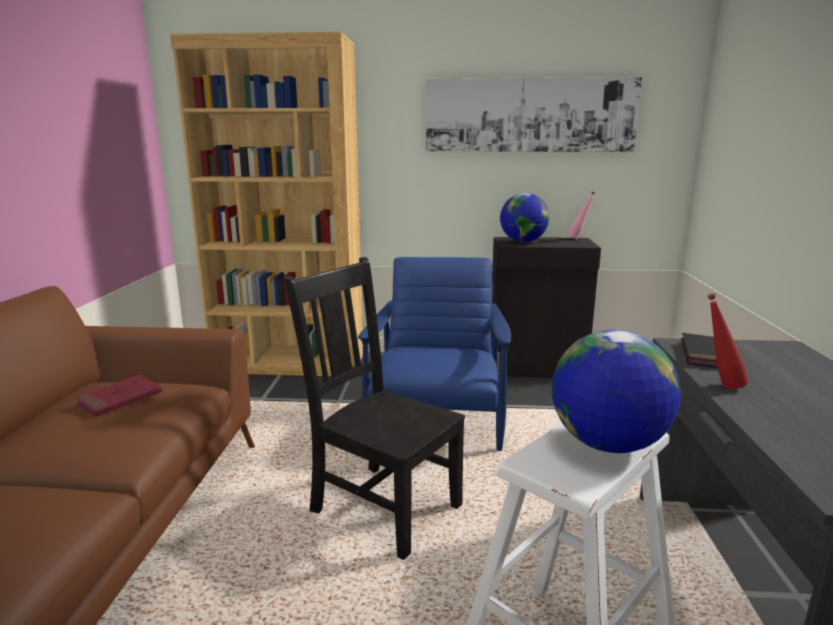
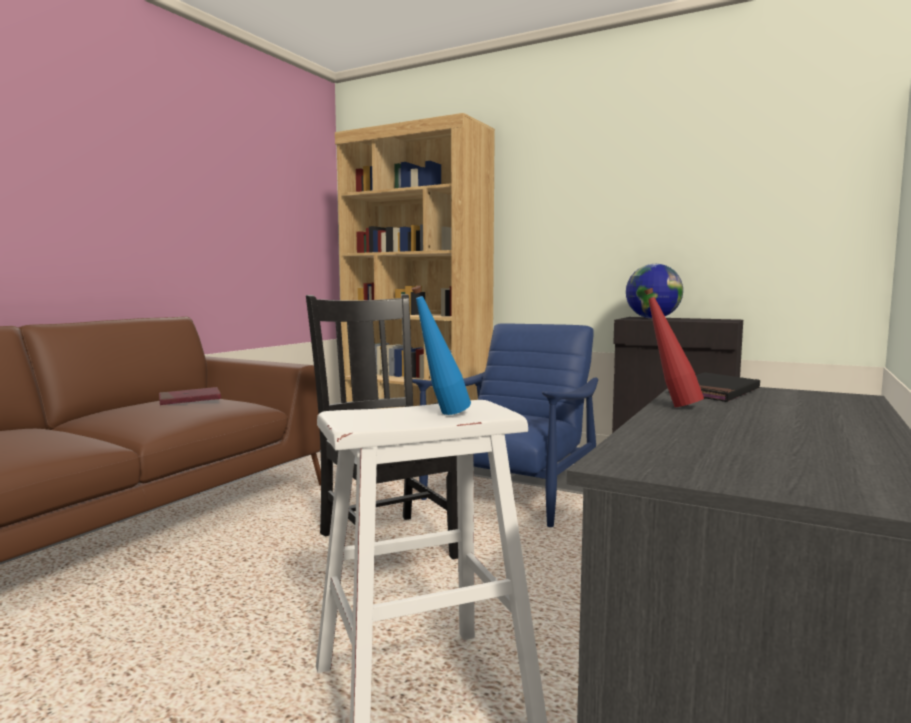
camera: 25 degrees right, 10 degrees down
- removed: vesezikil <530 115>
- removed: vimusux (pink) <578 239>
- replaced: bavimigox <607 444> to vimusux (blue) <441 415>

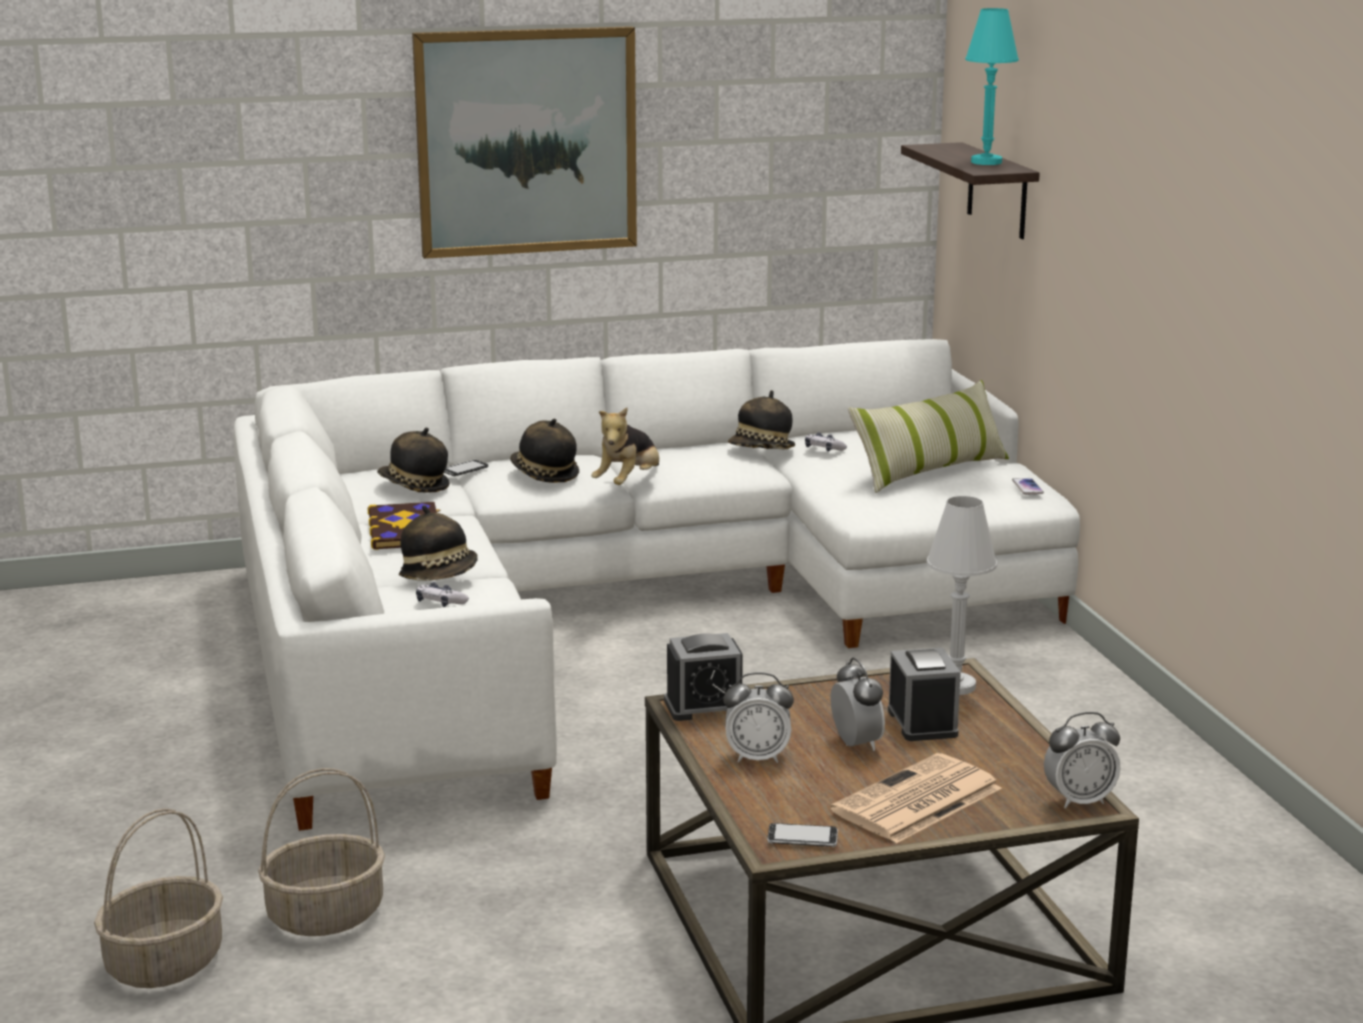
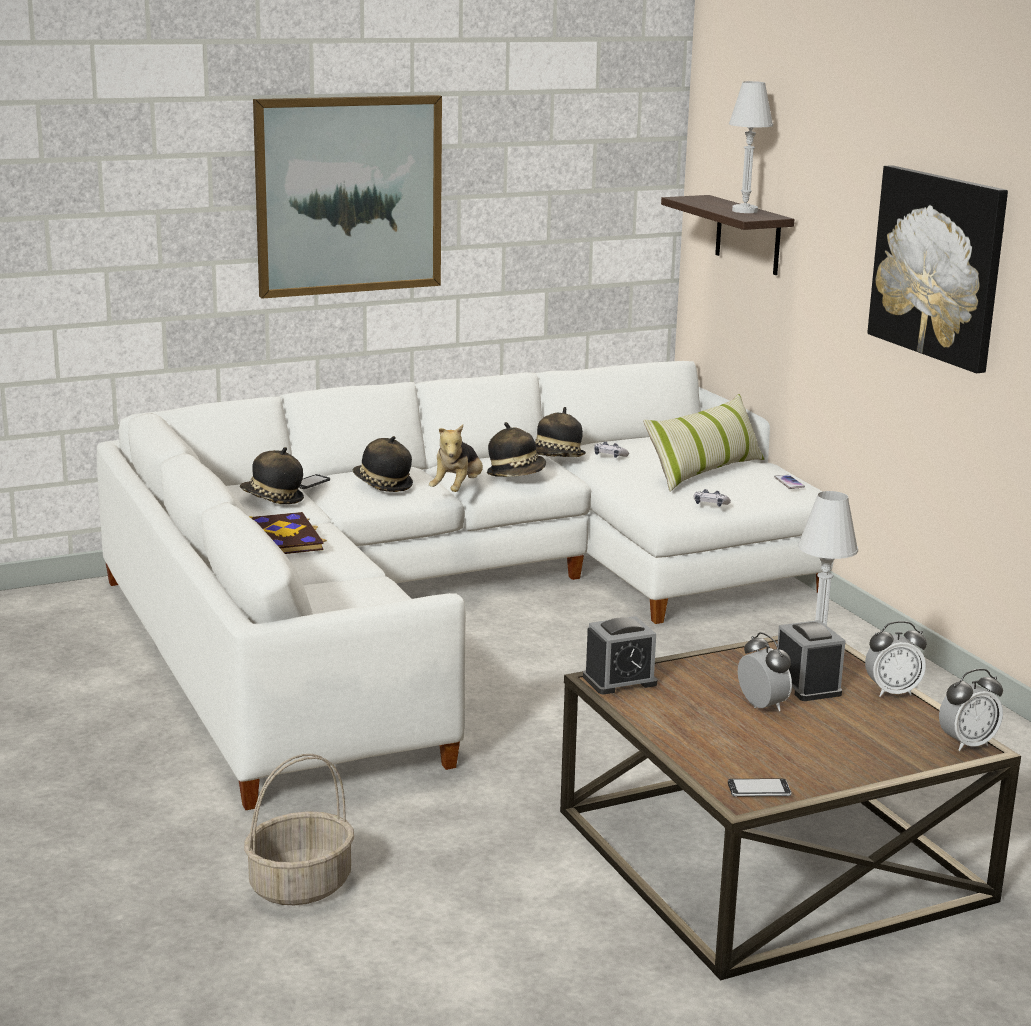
camera: 10 degrees left, 0 degrees up
- recoloured: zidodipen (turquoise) <986 162> to zidodipen (white) <744 211>
- moved: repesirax <440 576> to <516 474>
- moved: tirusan <440 603> to <710 504>
- moved: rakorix <757 757> to <892 692>
- removed: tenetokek <916 801>
- removed: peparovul <165 963>
- added: vesezikil <938 266>

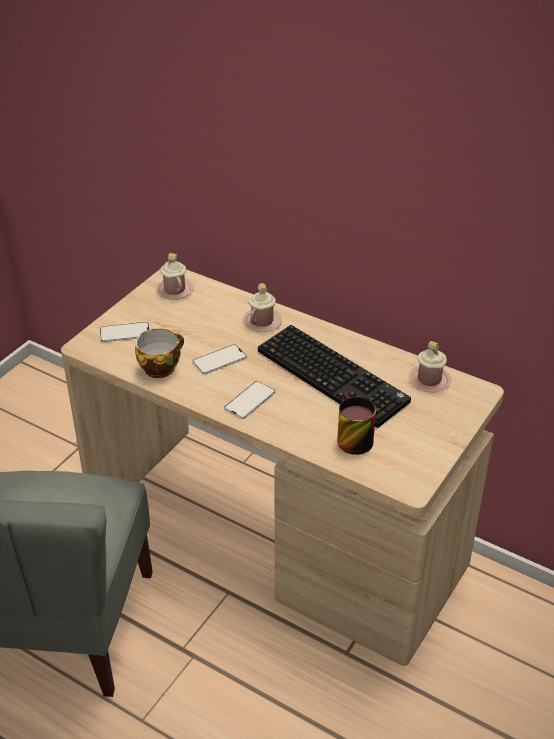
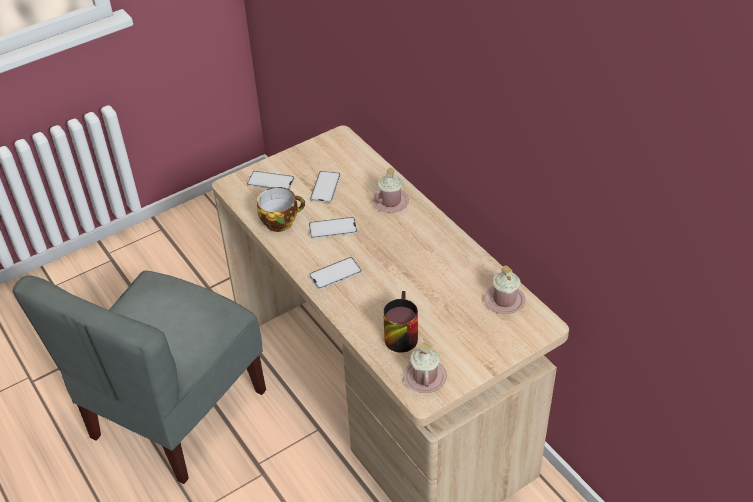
camera: 25 degrees right, 5 degrees up
- moved: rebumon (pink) <174 290> to <424 377>
- removed: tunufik <335 376>
- added: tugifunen <325 187>

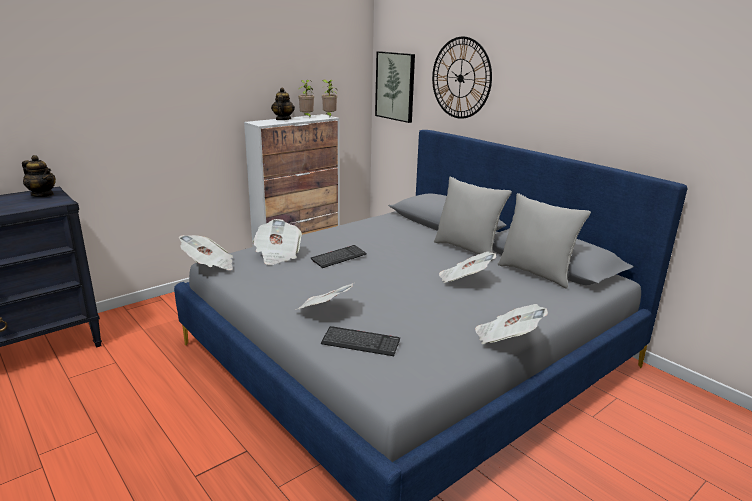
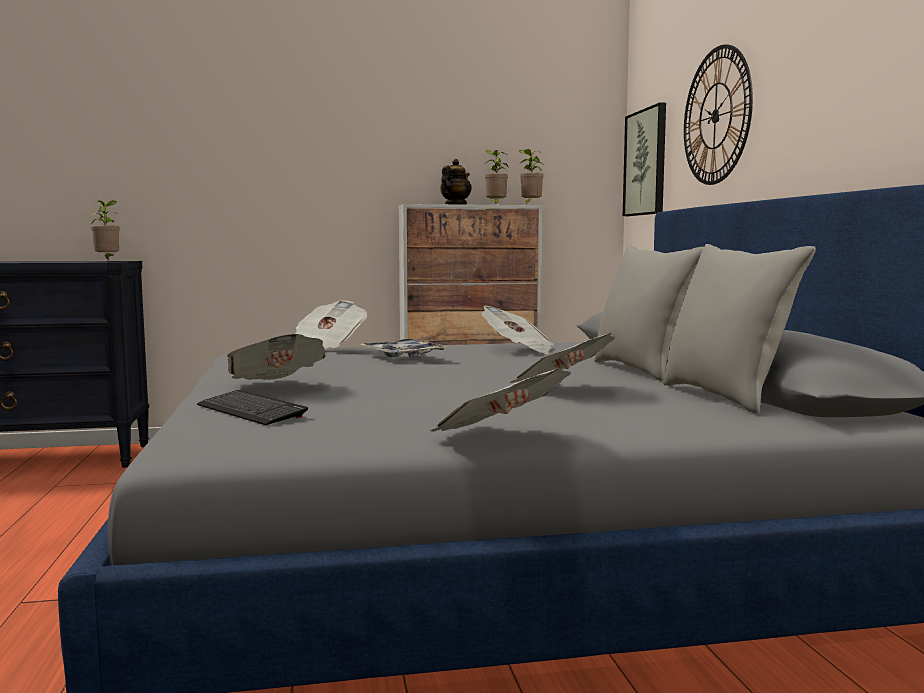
camera: 30 degrees right, 15 degrees down
- replaced: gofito <42 195> to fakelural <107 260>
- moved: tenetokek <209 265> to <518 350>
- replaced: tunufik <339 257> to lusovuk <403 355>

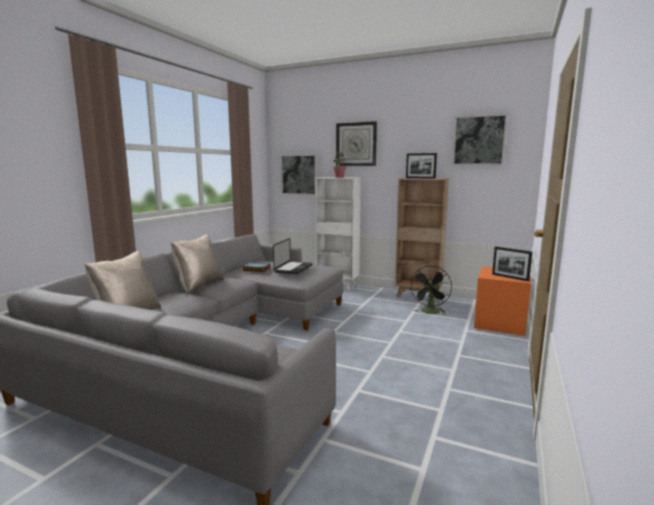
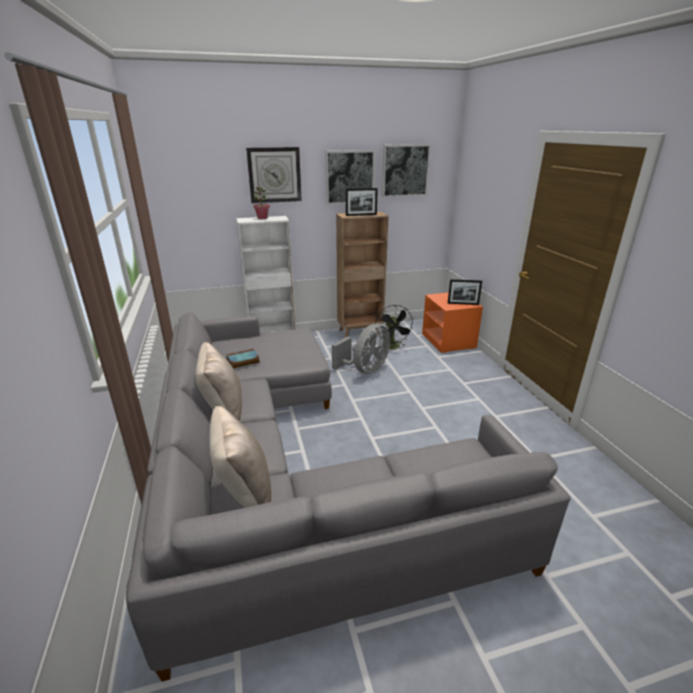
camera: 40 degrees left, 15 degrees up
- moved: vesezikil <299 174> to <349 177>
- removed: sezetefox <293 268>
- added: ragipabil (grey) <365 370>

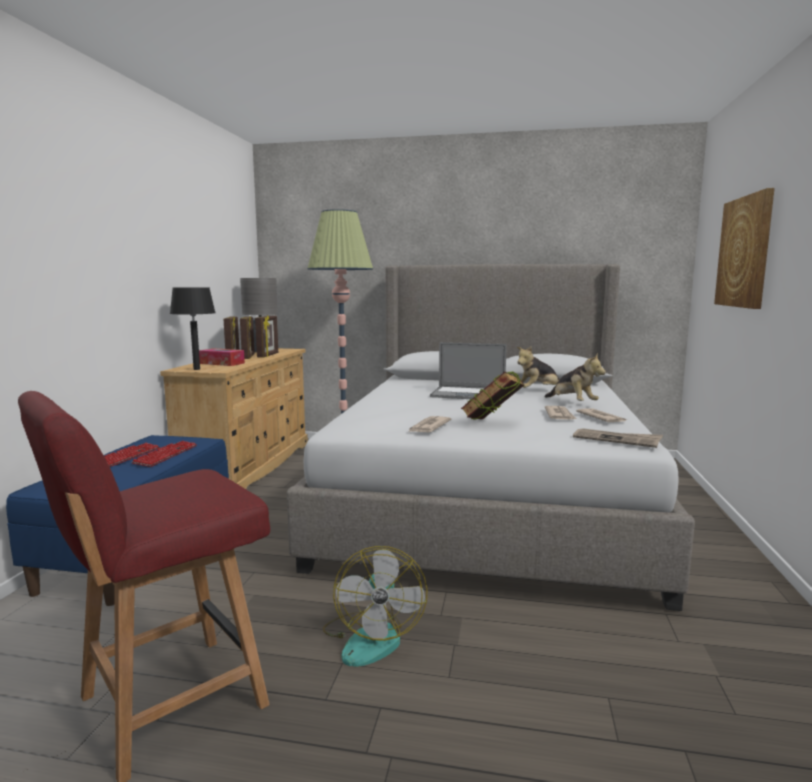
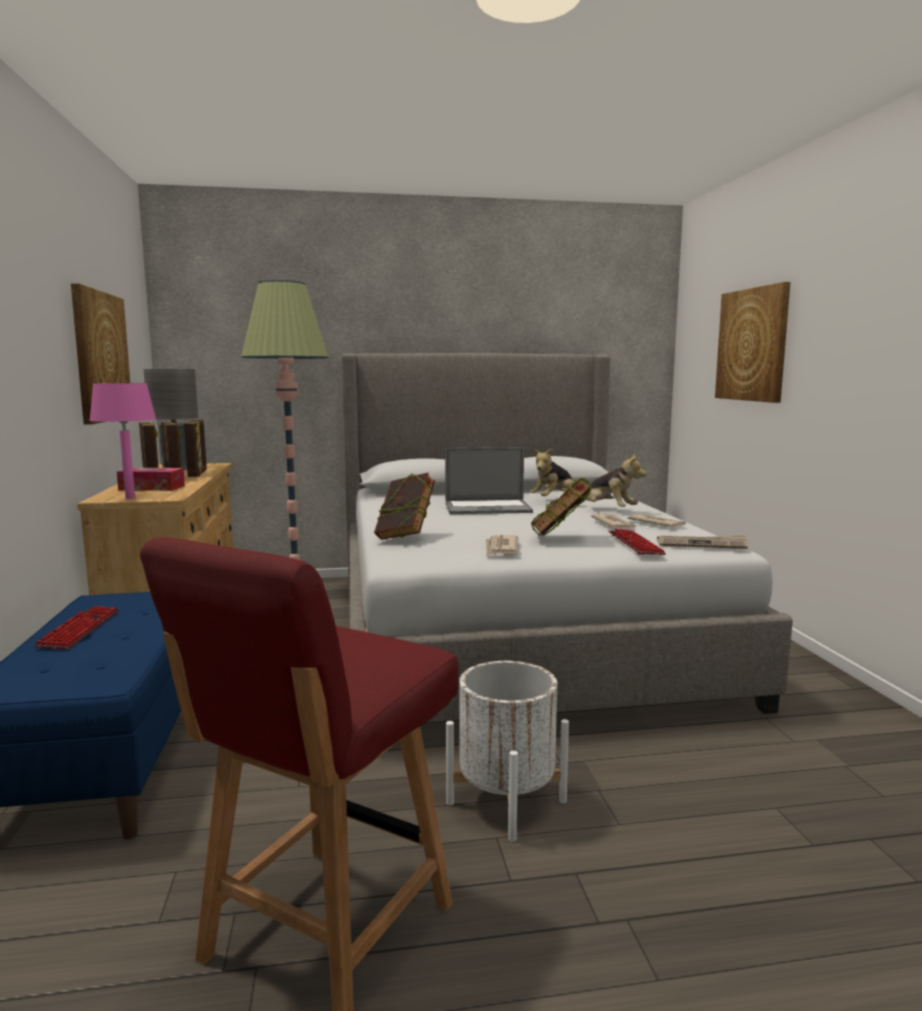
camera: 20 degrees left, 0 degrees up
- recoloured: zidodipen (black) <197 369> to zidodipen (pink) <131 498>
- moved: tunufik <166 455> to <635 544>
- replaced: ragipabil <372 637> to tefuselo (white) <506 802>
- added: vesezikil <100 357>
- added: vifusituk <405 537>

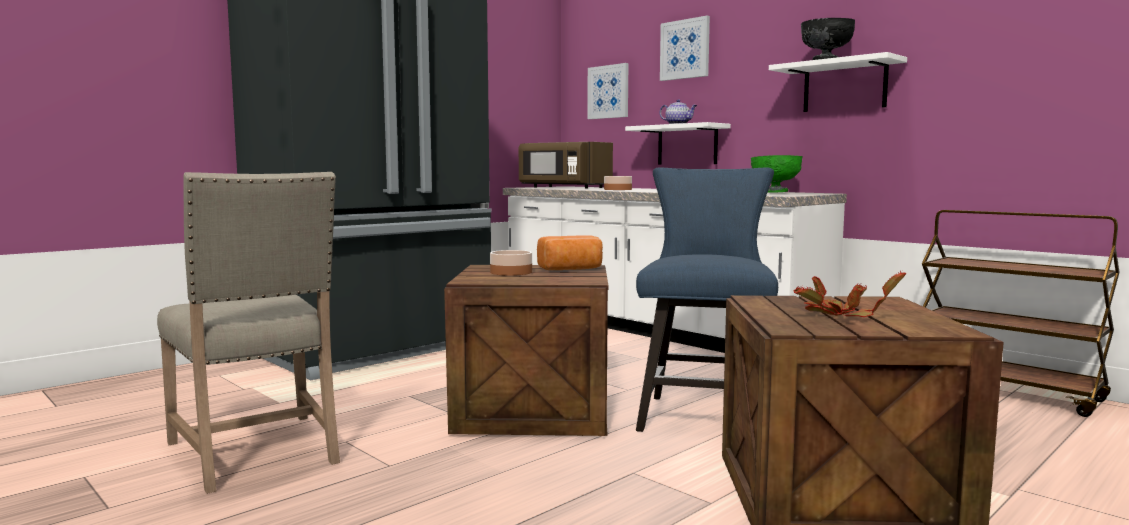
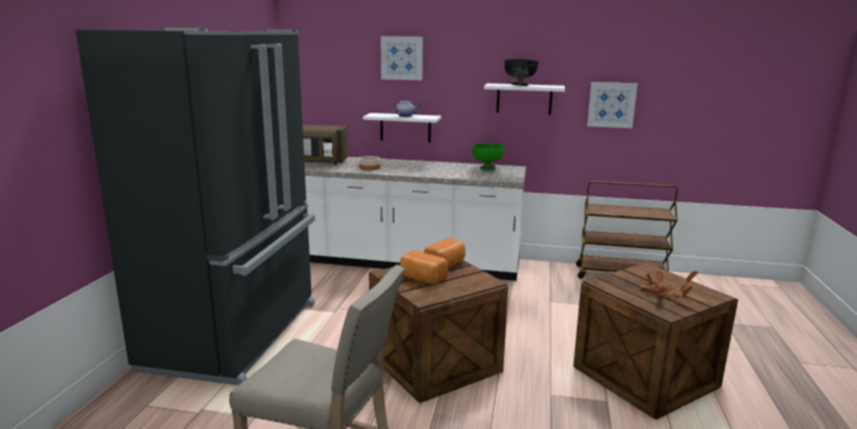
camera: 35 degrees left, 10 degrees up
- moved: vesezikil <608 92> to <611 105>
- removed: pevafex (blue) <704 413>
- replaced: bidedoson <511 272> to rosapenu <421 279>

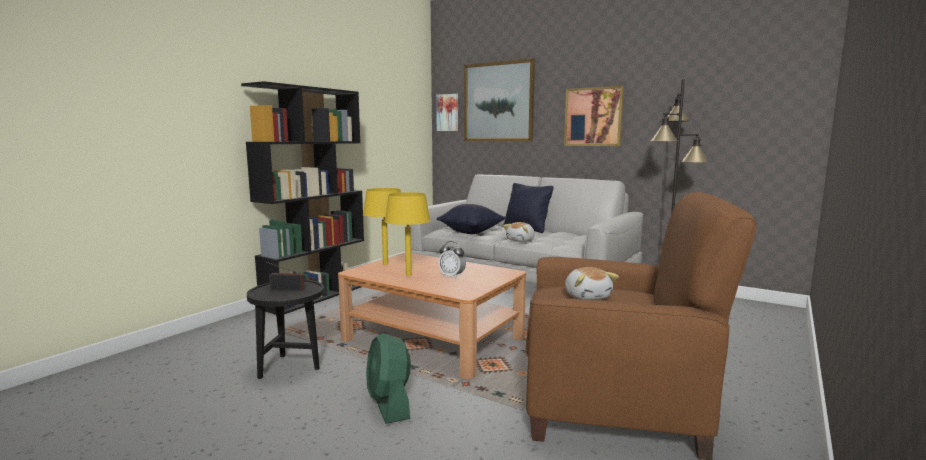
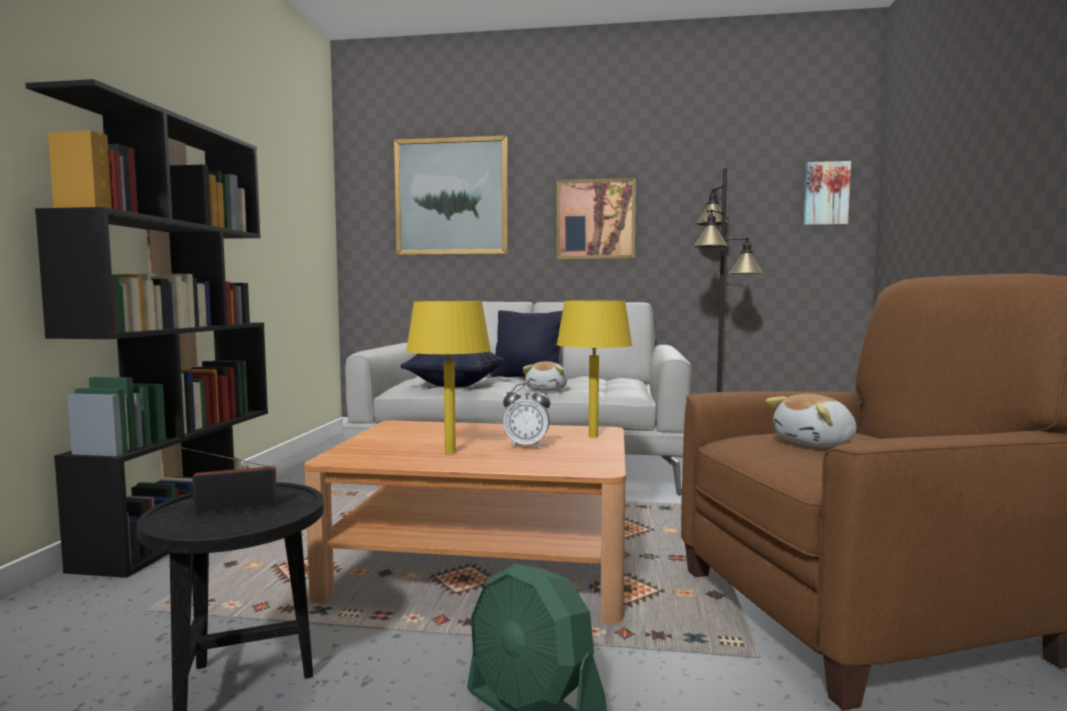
camera: 25 degrees left, 5 degrees down
- moved: vesezikil <448 112> to <826 194>
- moved: zidodipen (yellow) <385 264> to <593 436>
- turned: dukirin <587 296> = <816 443> 105 degrees clockwise

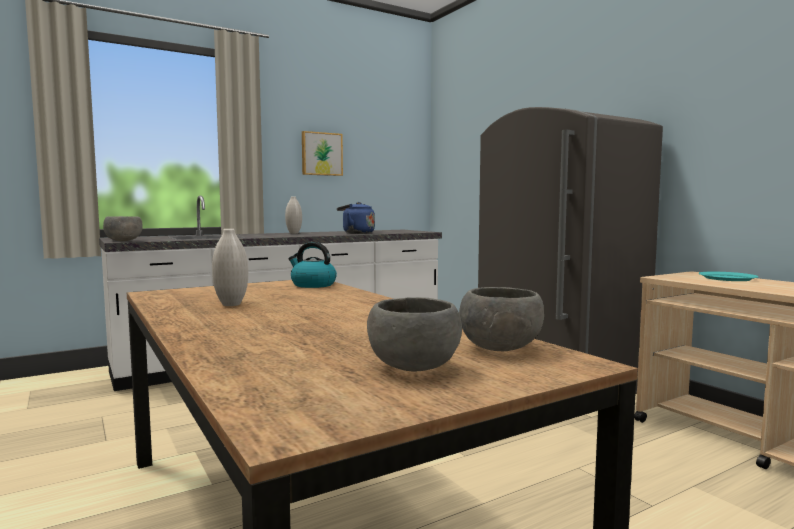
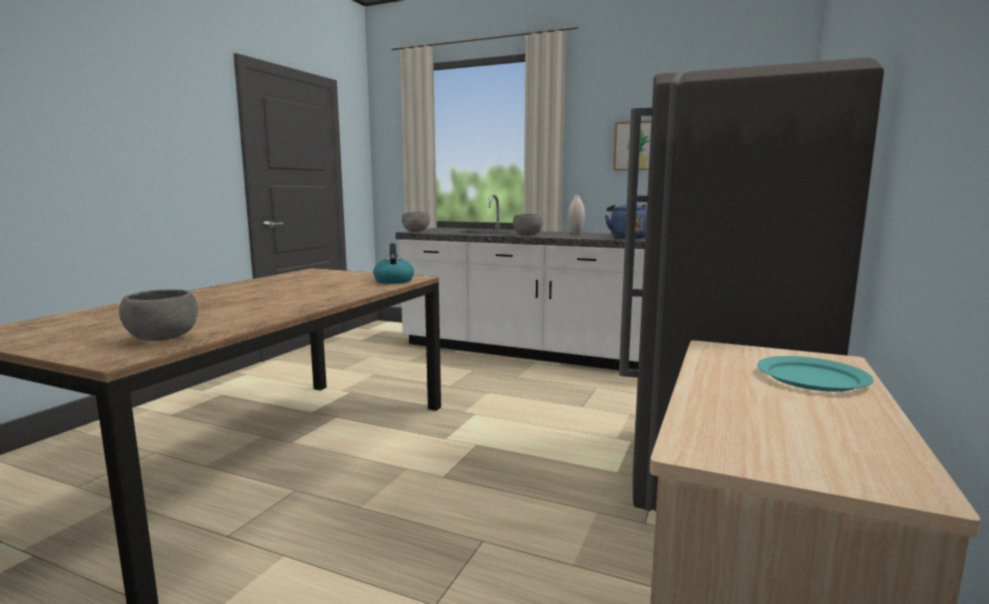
camera: 55 degrees right, 5 degrees up
- removed: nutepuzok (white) <231 304>
- moved: bidedoson (grey) <413 368> to <527 235>

